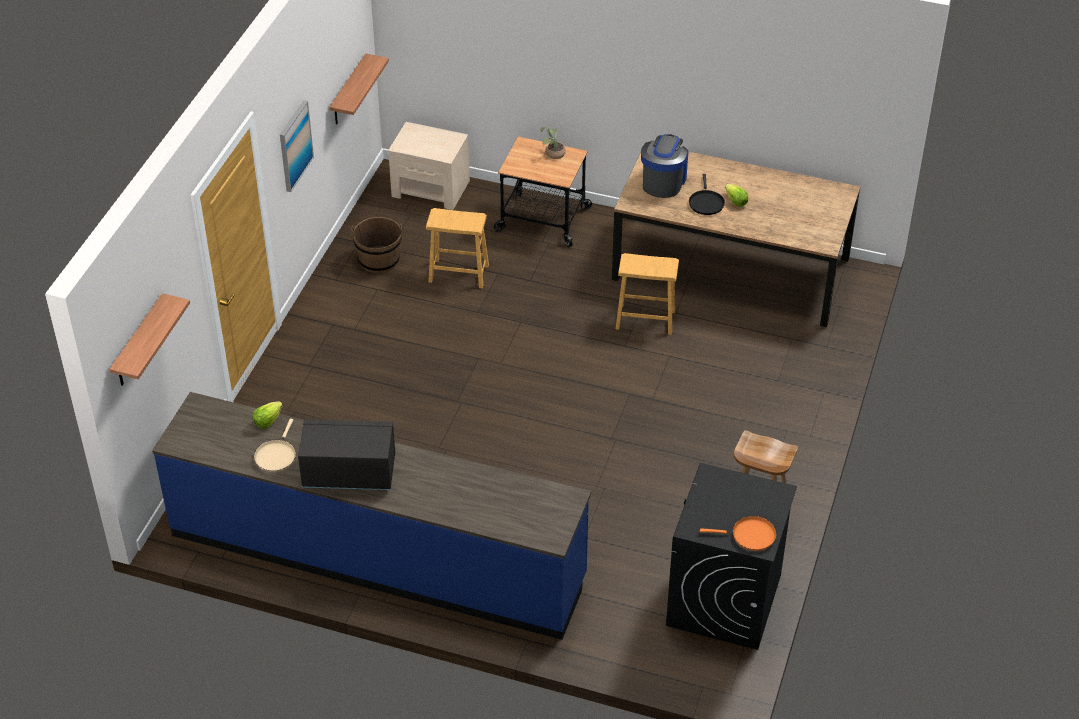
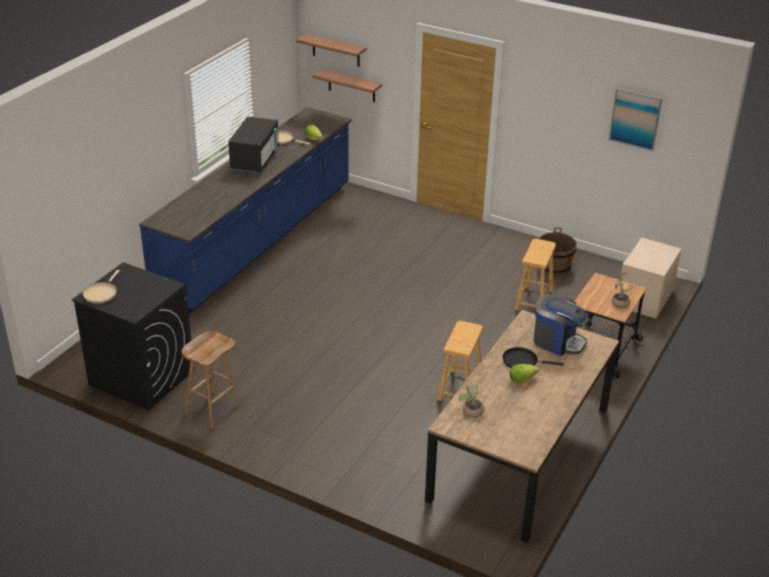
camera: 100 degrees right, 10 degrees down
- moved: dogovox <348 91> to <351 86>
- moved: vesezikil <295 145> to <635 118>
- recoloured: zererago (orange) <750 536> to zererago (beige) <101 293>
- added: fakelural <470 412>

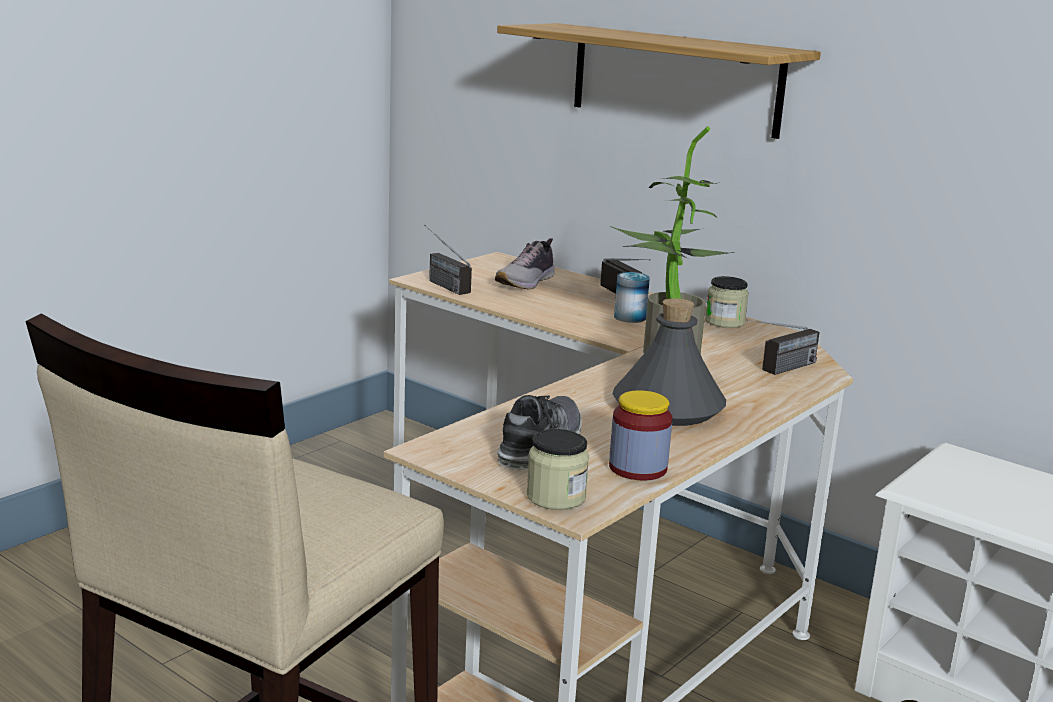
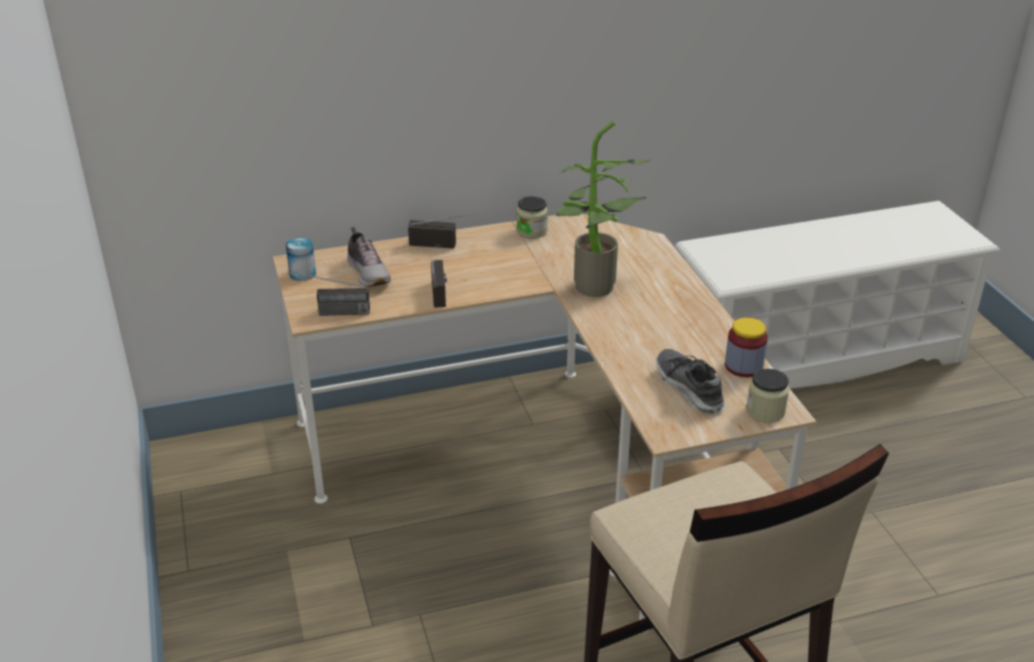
camera: 55 degrees left, 15 degrees up
- removed: dogovox <675 79>
- moved: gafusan <630 317> to <302 274>
- removed: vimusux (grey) <668 408>
- moved: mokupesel <779 370> to <440 301>

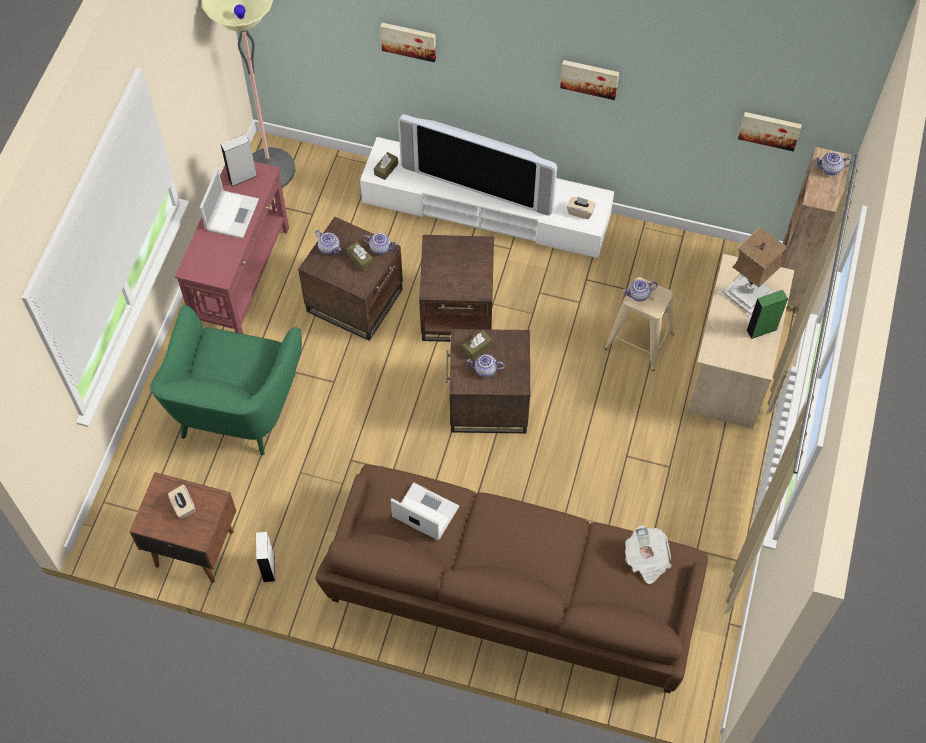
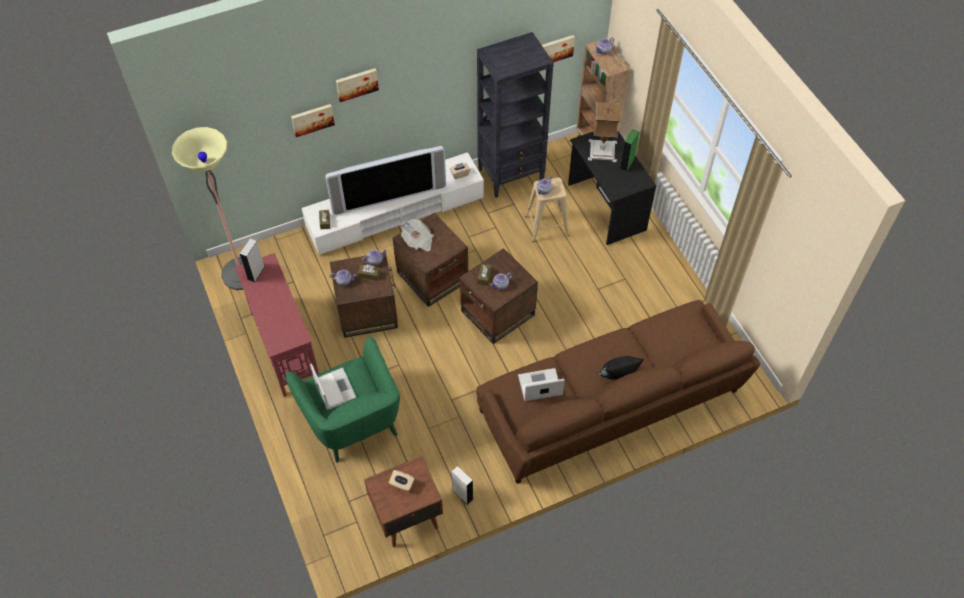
camera: 40 degrees left, 5 degrees down
- moved: vesezikil <590 78> to <356 83>
- moved: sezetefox <232 213> to <334 388>
- recoloured: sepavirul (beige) <730 367> to sepavirul (black) <605 207>
- moved: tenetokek <646 559> to <418 241>
- added: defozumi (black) <511 175>
- added: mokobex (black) <618 375>

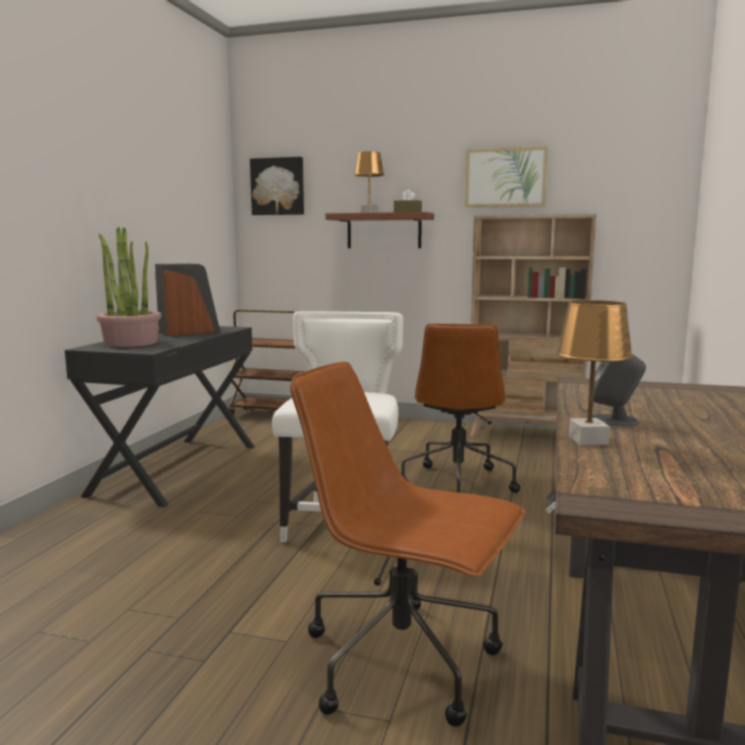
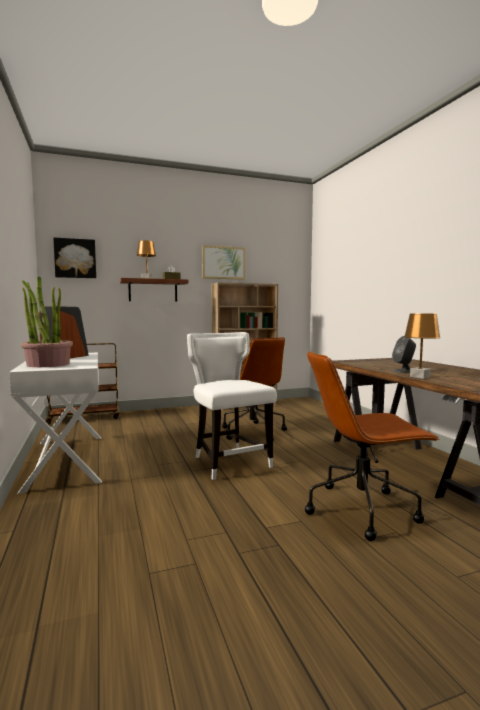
camera: 35 degrees left, 5 degrees down
- recoloured: sepavirul (black) <176 469> to sepavirul (white) <65 460>

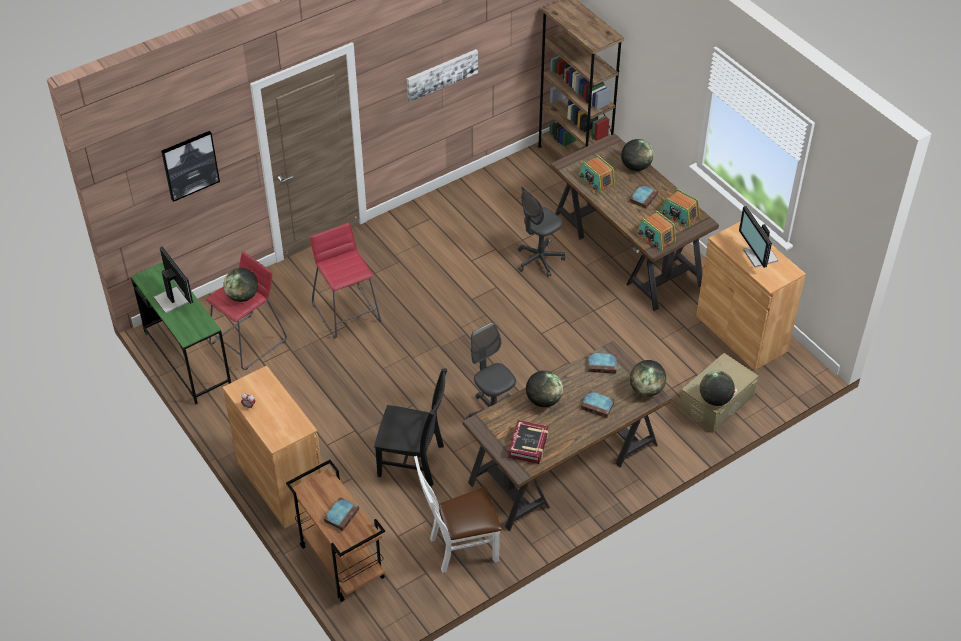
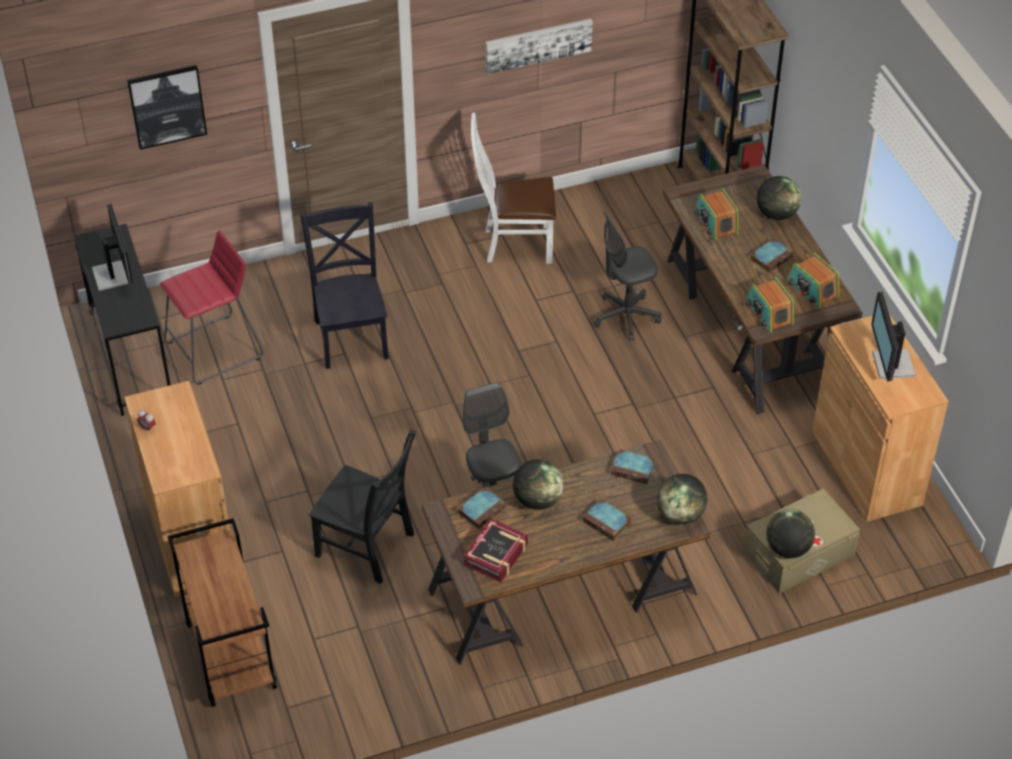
camera: 15 degrees right, 0 degrees up
- replaced: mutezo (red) <347 312> to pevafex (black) <351 336>
- recoloured: sepavirul (green) <187 359> to sepavirul (black) <131 357>
- removed: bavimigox <242 296>
- moved: pevafex (white) <459 548> to <513 244>
- moved: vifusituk <341 515> to <482 510>

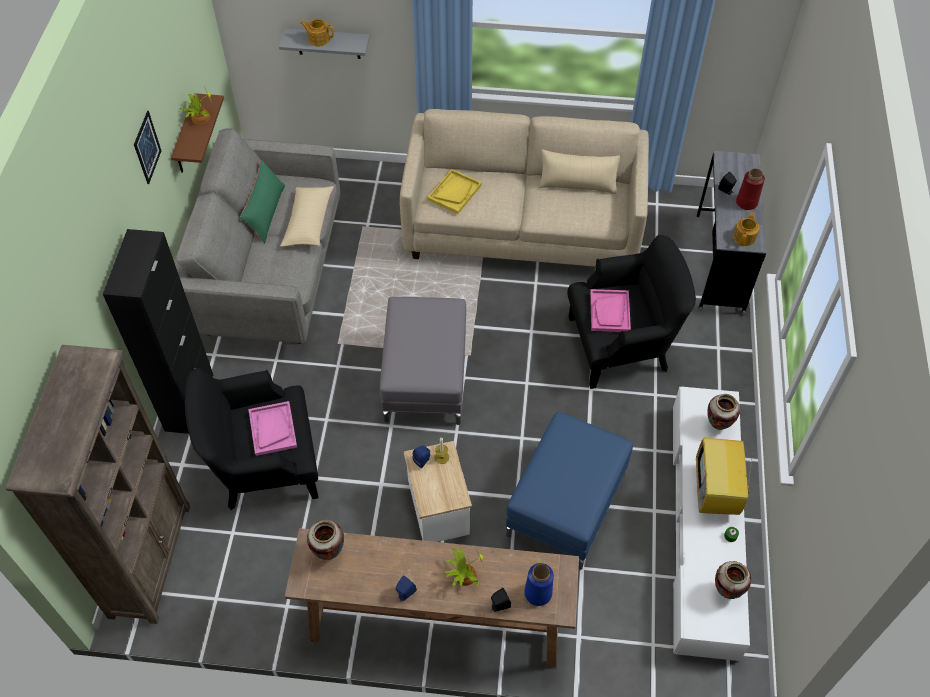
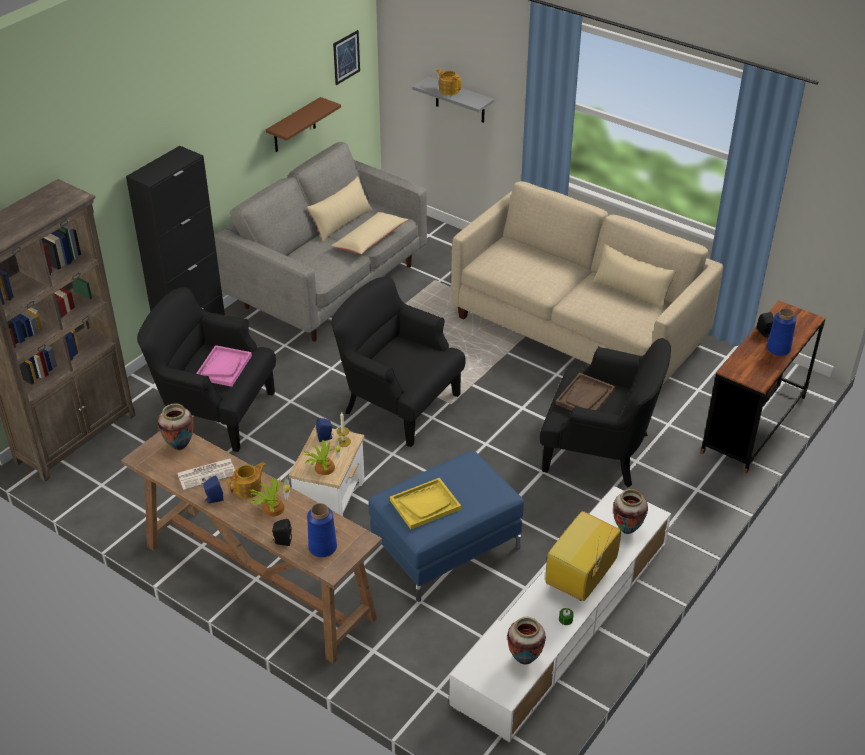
camera: 30 degrees right, 15 degrees down
- moved: fakelural <199 117> to <323 467>
- moved: vesezikil <147 147> to <346 57>
- recoloured: sepavirul (grey) <719 263> to sepavirul (brown) <754 425>
- recoloured: mokobex (green) <266 213> to mokobex (beige) <341 223>
- recoloured: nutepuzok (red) <746 202> to nutepuzok (blue) <778 349>
- moved: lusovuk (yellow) <454 192> to <425 504>
- moved: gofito <744 237> to <249 488>
- recoloured: lusovuk (pink) <610 312> to lusovuk (brown) <585 397>
- replaced: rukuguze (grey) <424 377> to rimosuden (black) <398 404>
- added: tenetokek <207 474>

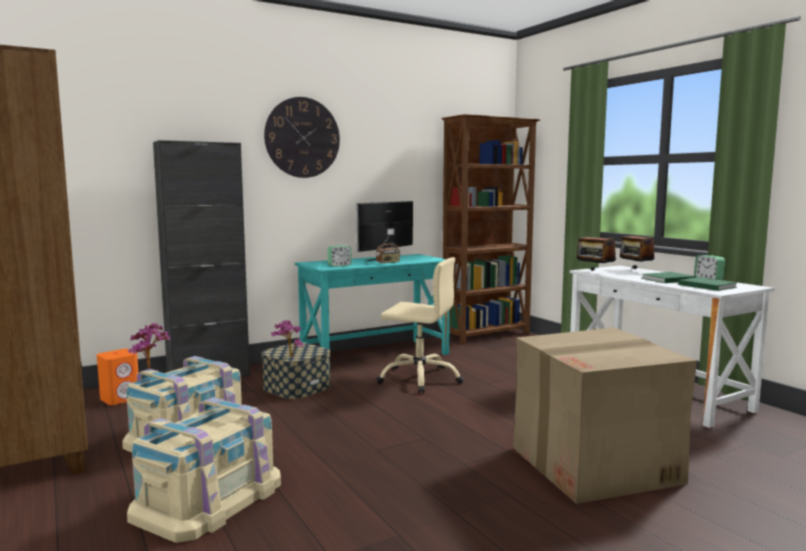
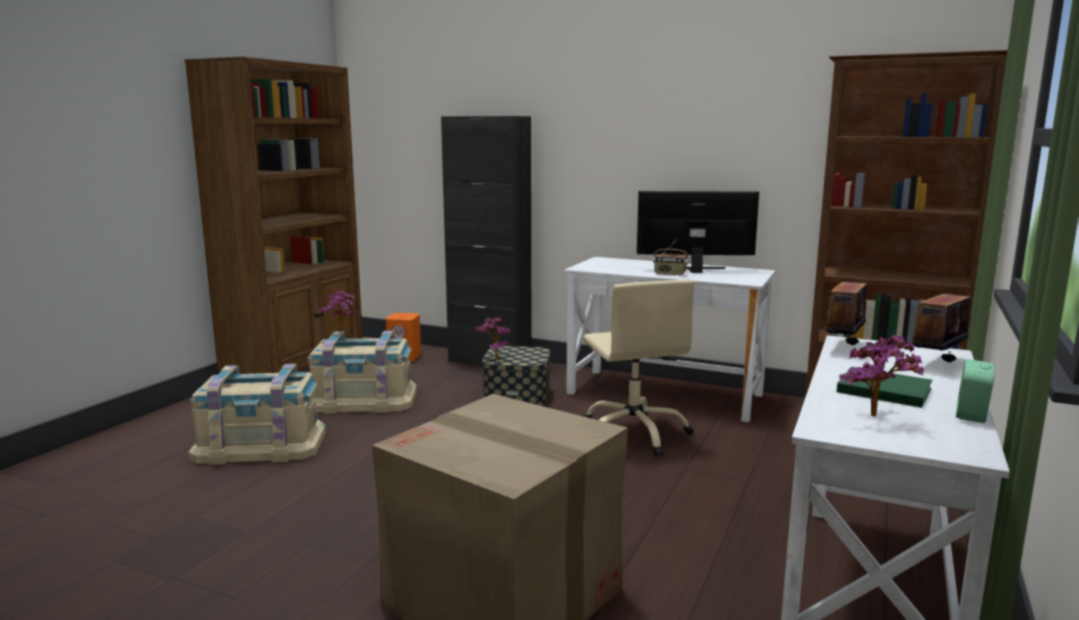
camera: 55 degrees right, 5 degrees up
- removed: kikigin <302 137>
- removed: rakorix <339 266>
- recoloured: sepavirul (turquoise) <375 356> to sepavirul (white) <664 394>
- replaced: vifusituk (green) <705 286> to fakelural <877 418>

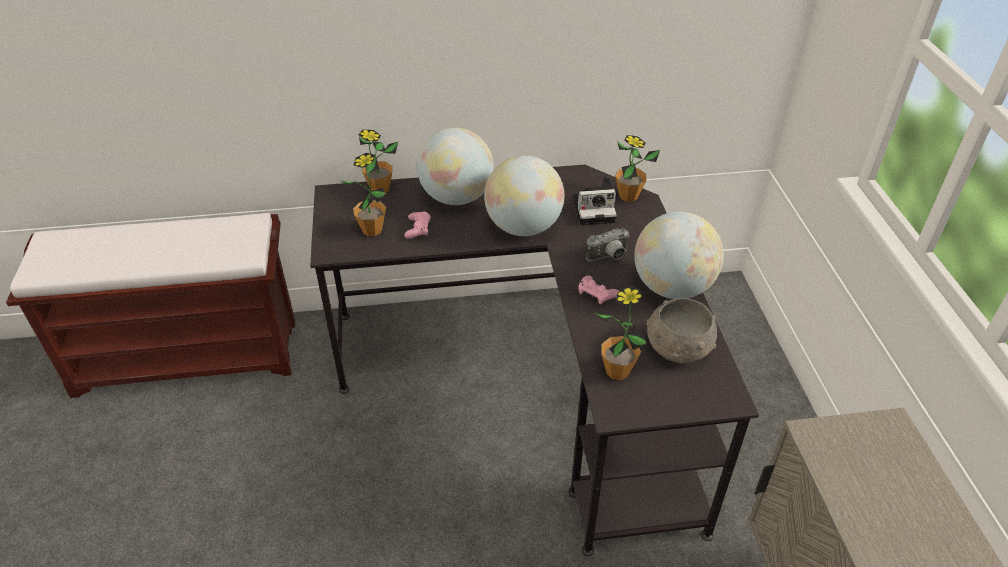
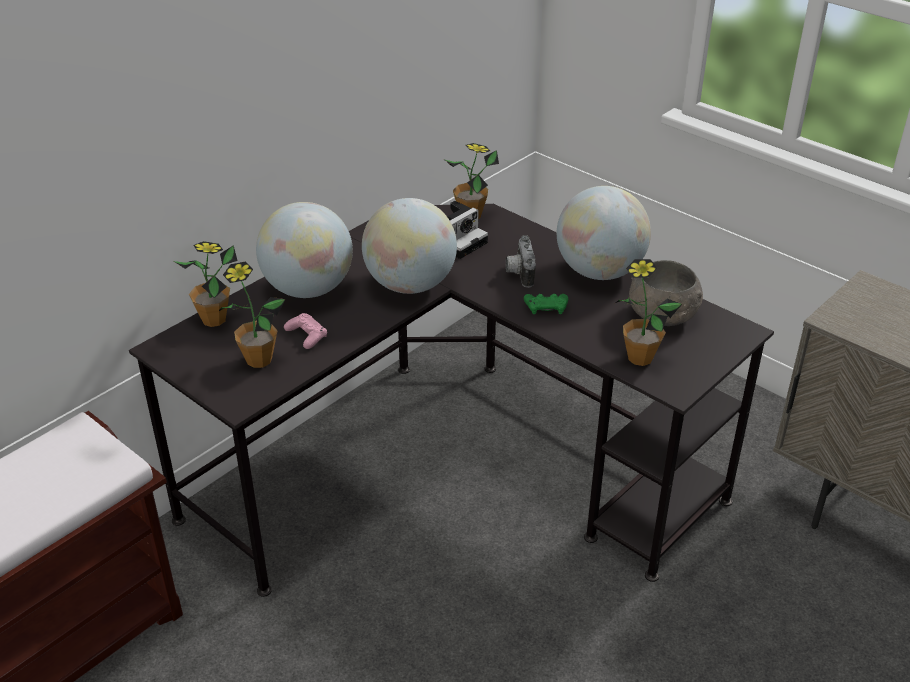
camera: 40 degrees left, 5 degrees down
- turned: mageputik <609 257> = <518 273> 150 degrees clockwise
- recoloured: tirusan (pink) <596 293> to tirusan (green) <546 307>

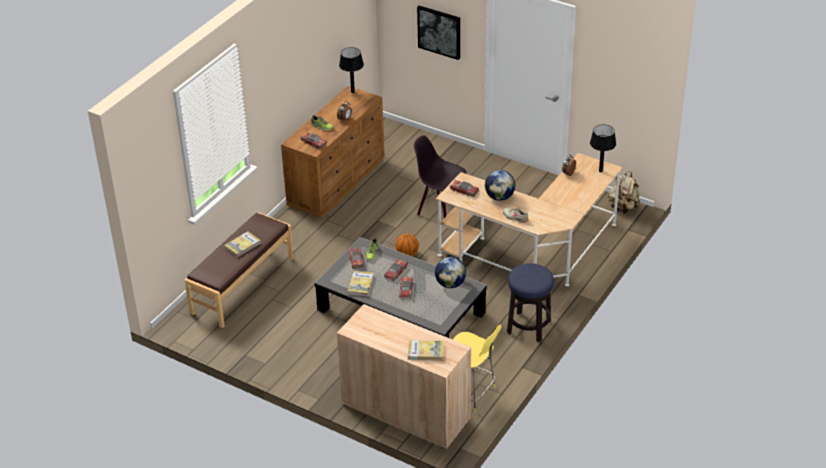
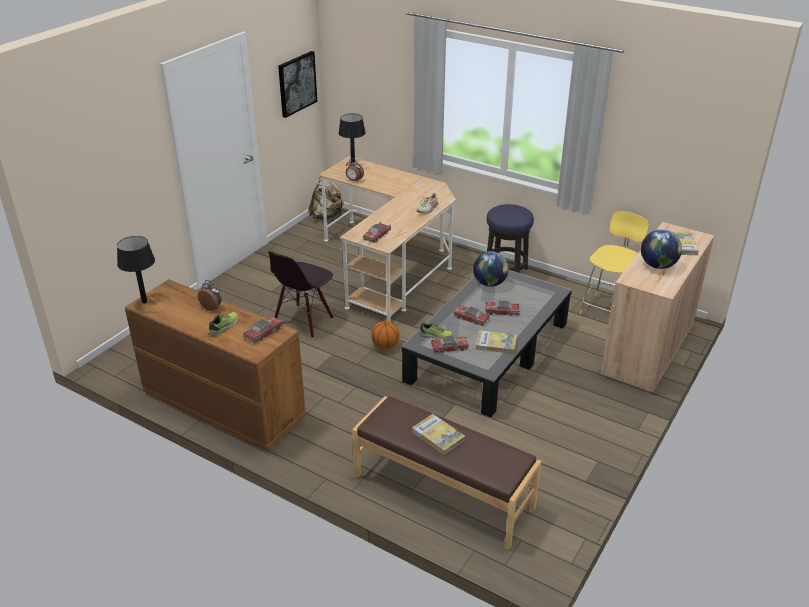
camera: 90 degrees left, 5 degrees down
- moved: vesezikil <439 32> to <297 83>
- moved: bavimigox <499 197> to <657 265>

